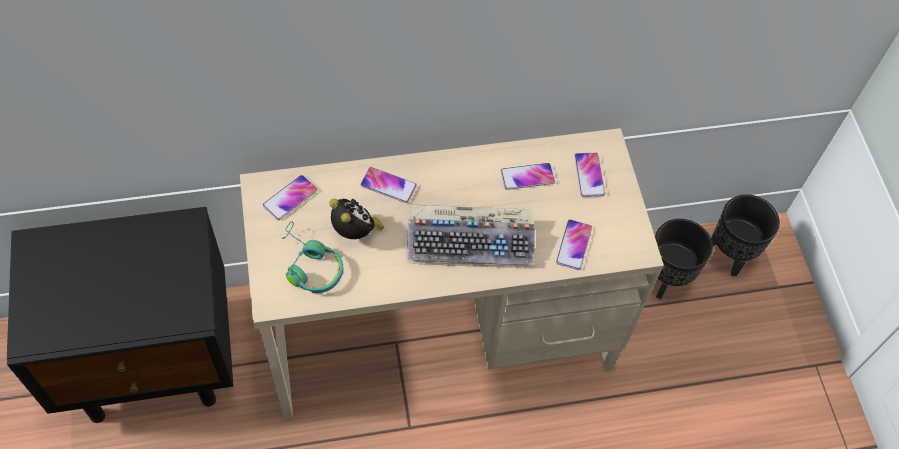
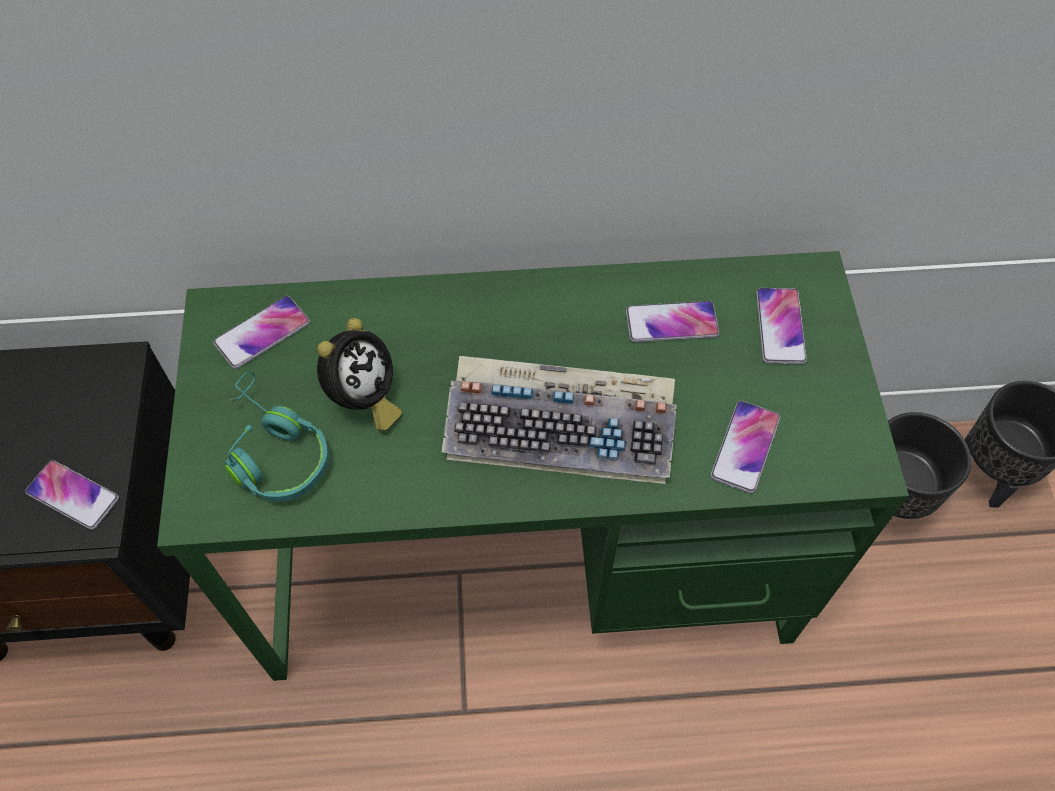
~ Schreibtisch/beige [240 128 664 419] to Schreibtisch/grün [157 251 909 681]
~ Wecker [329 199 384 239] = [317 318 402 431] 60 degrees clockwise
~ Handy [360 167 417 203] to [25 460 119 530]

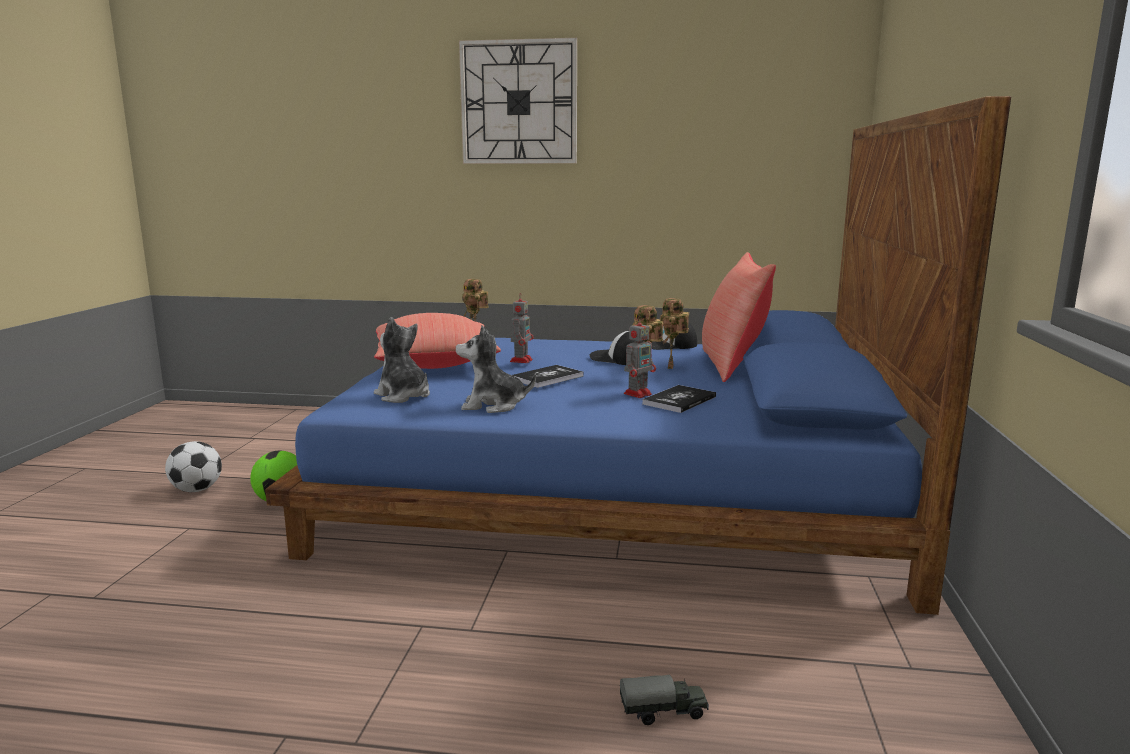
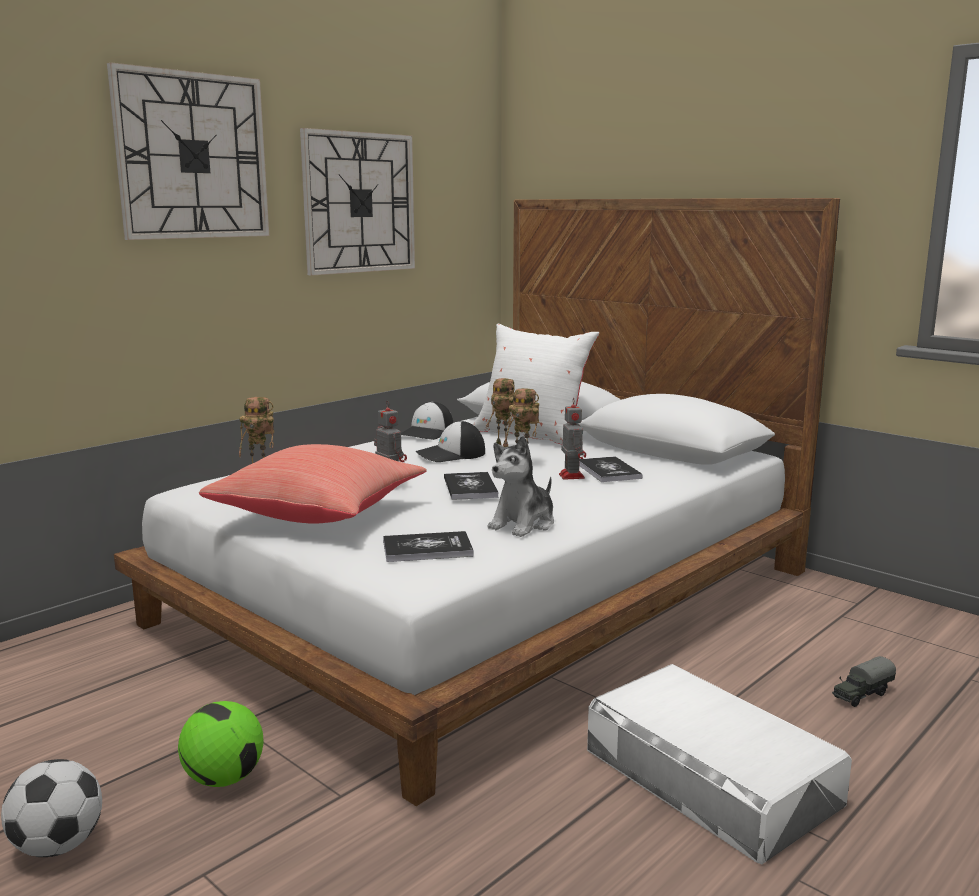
~ Bett/blau [265 96 1011 615] to Bett/weiß [114 198 840 806]
~ Plüschtier [374 317 430 403] to Buch [383 531 474 562]
~ Spielzeuglaster [619 675 709 725] = [832 656 896 707] 150 degrees counterclockwise
~ Kissen/rot [702 252 776 382] to Kissen/weiß [472 323 599 445]
+ Wanduhr [300 128 415 276]
+ Aufbewahrungsbox/weiß [587 664 852 864]

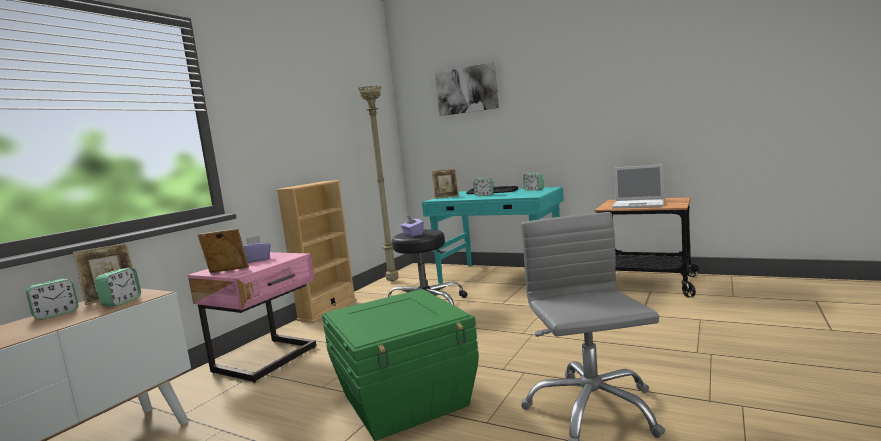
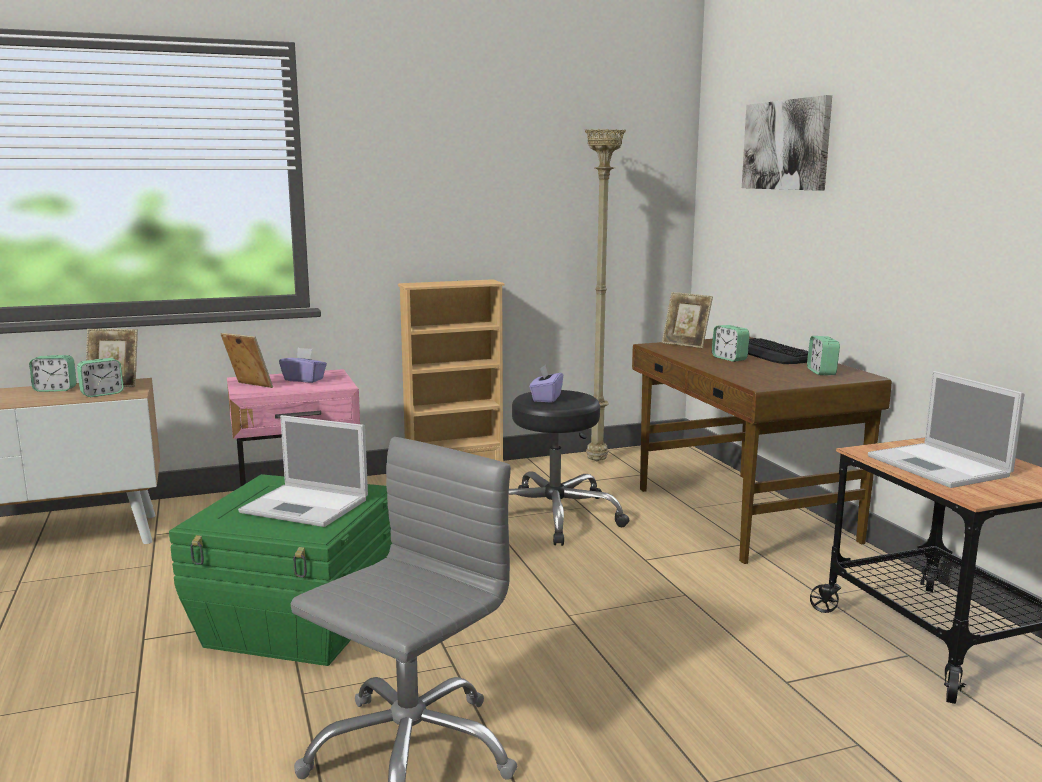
~ Schreibtisch/türkis [422 187 564 284] to Schreibtisch/braun [632 337 892 564]
+ Laptop [238 415 368 527]

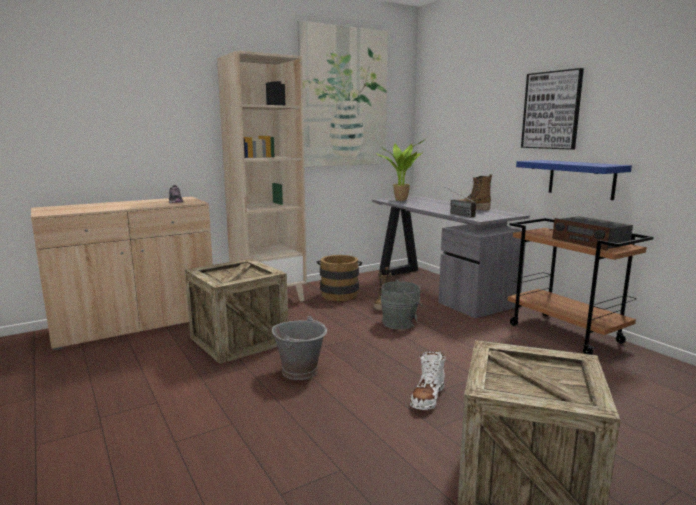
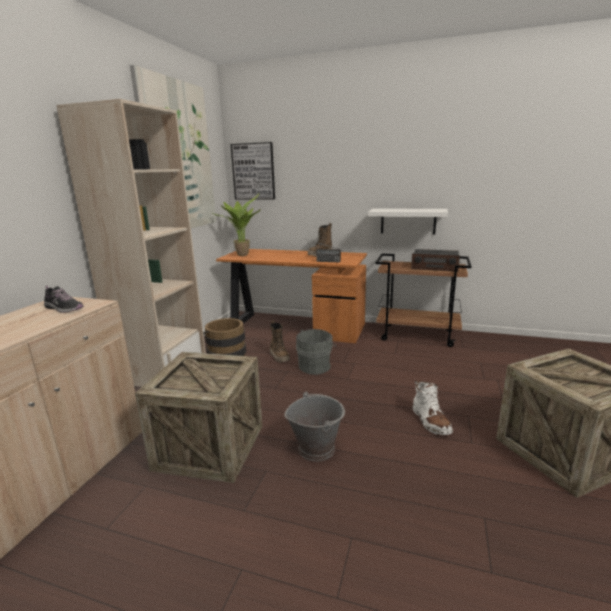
~ Schreibtisch/grau [372 196 530 319] to Schreibtisch/orange [216 249 367 343]
~ Wandregal/blau [516 160 632 200] to Wandregal/weiß [368 209 448 235]
~ Bild [521 68 584 150] to [231 142 275 200]

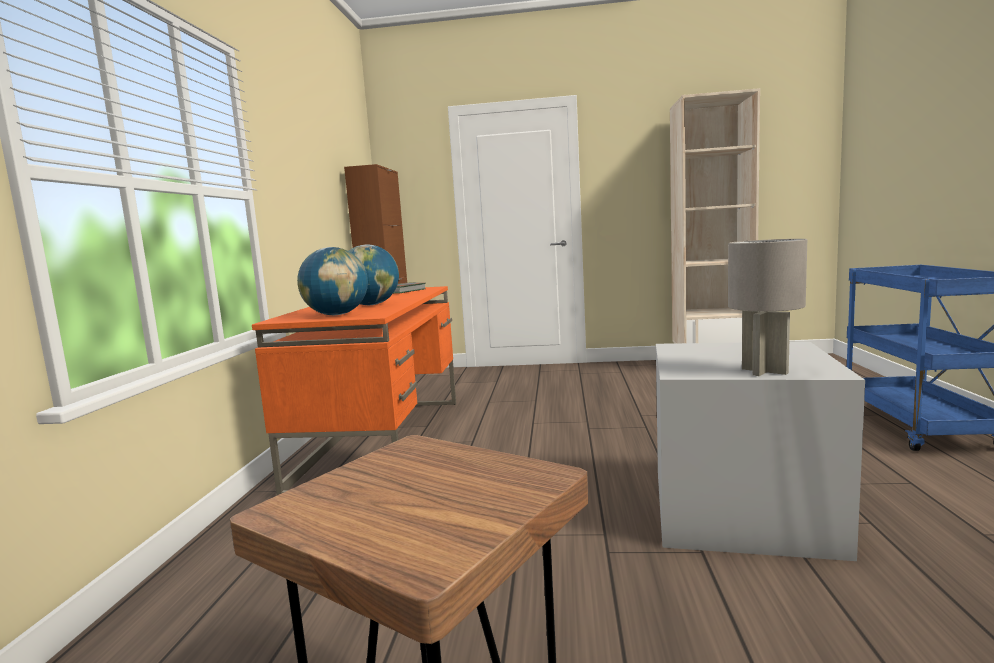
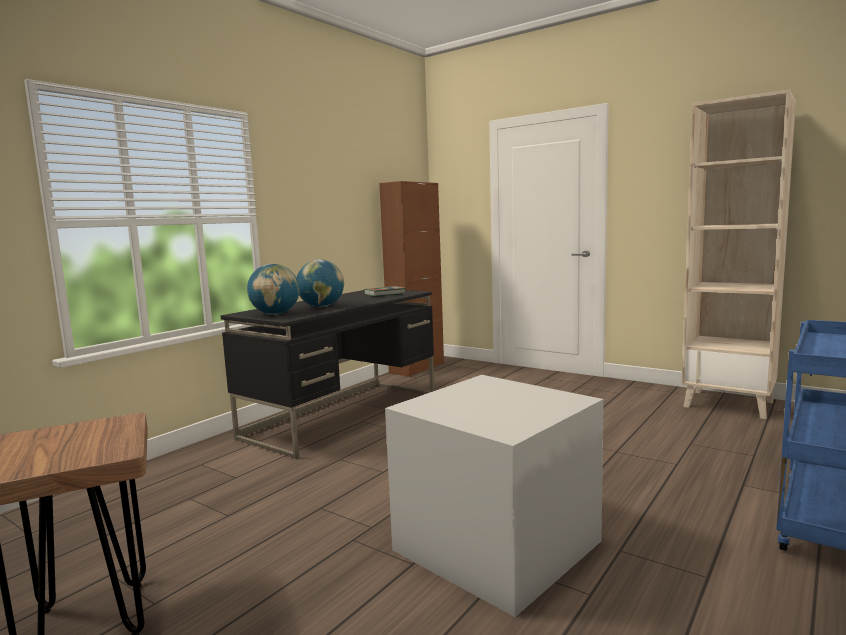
~ Schreibtisch/orange [252 286 456 495] to Schreibtisch/schwarz [220 290 434 459]
- Tischlampe/grau [728 239 807 376]

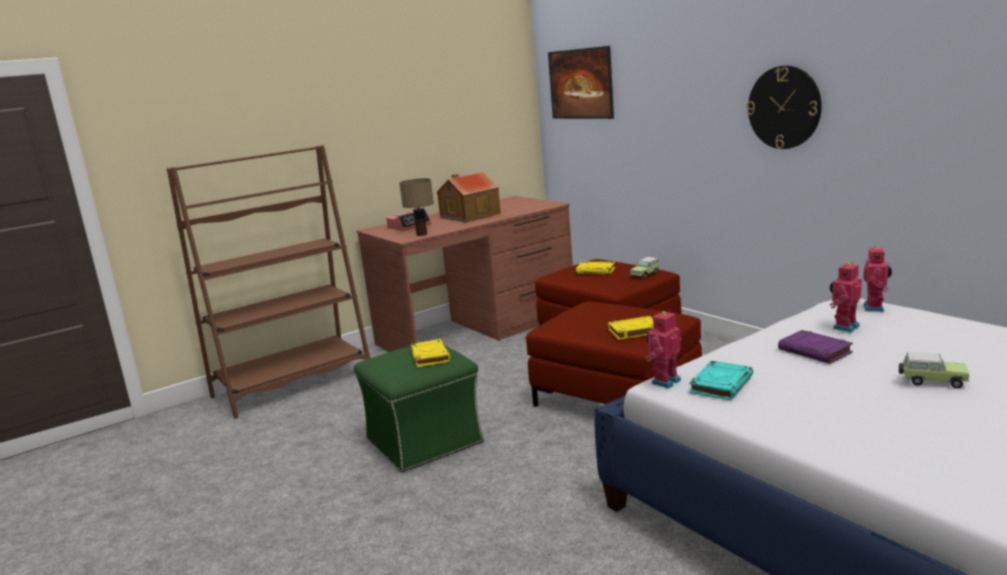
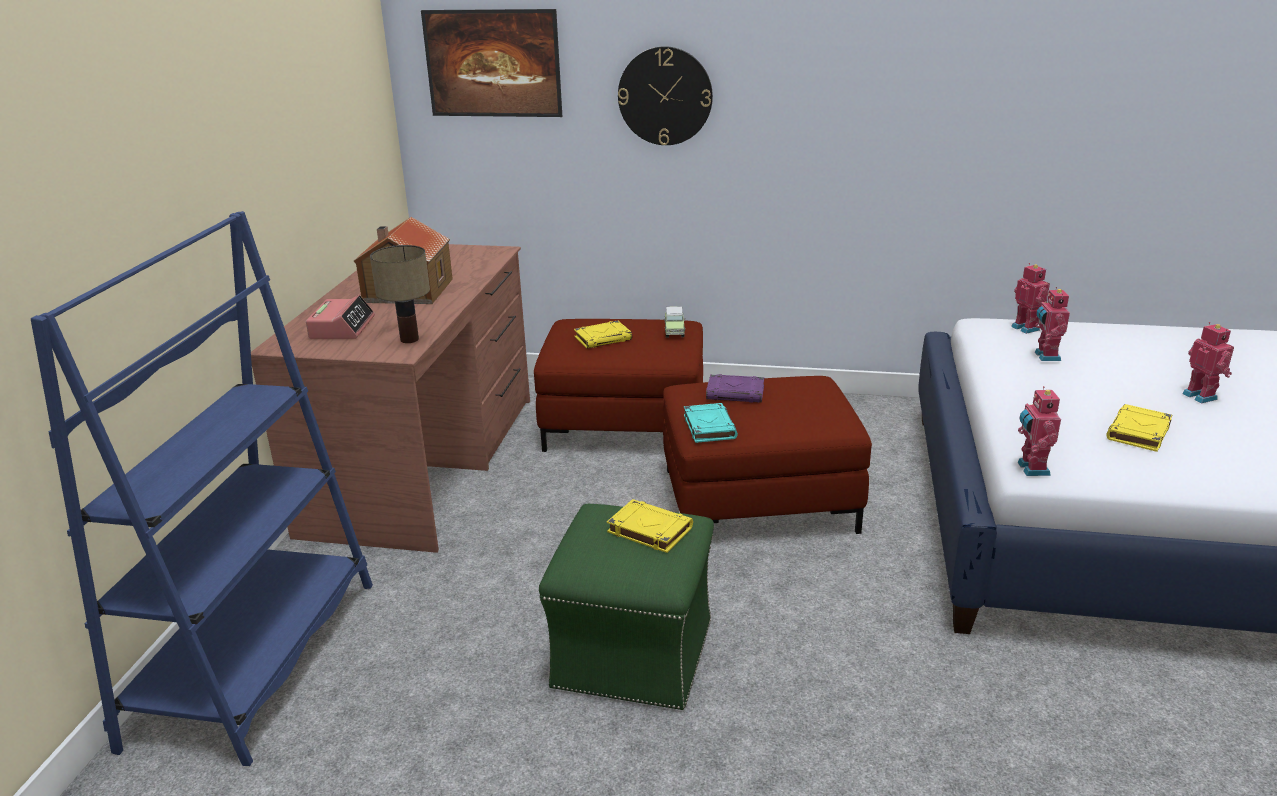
~ Bücherregal/braun [167 145 371 419] to Bücherregal/blau [31 211 373 766]
~ Buch/gelb [608 316 654 340] to [1107 404 1172 452]
~ Buch/türkis [689 361 753 400] to [684 403 738 443]
~ Wanduhr [747 66 822 149] to [618 46 713 145]
~ Buch/lila [778 330 853 364] to [706 374 764 403]
~ Spielzeugauto [899 352 969 389] to Spielzeugroboter [1182 322 1234 404]

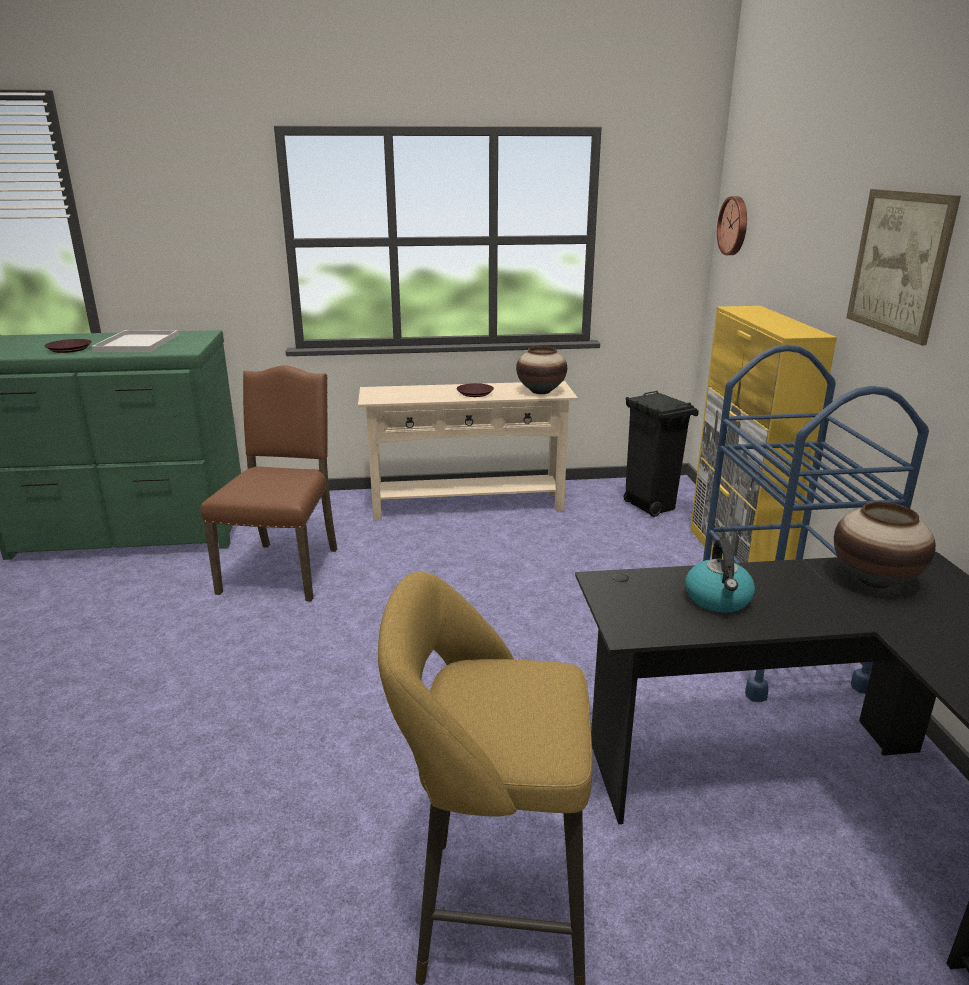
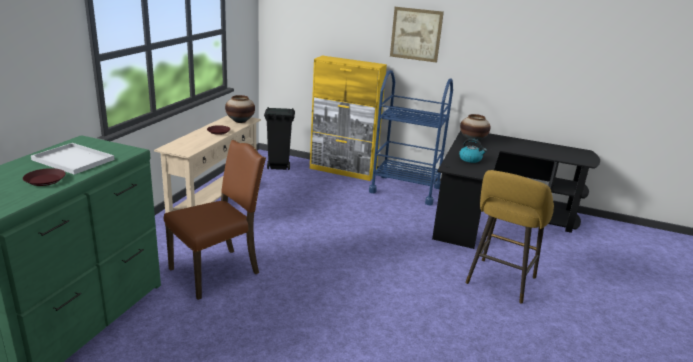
~ Stuhl/braun [201 365 337 602] = [164 140 266 300] 105 degrees clockwise
- Wanduhr [717 196 747 255]

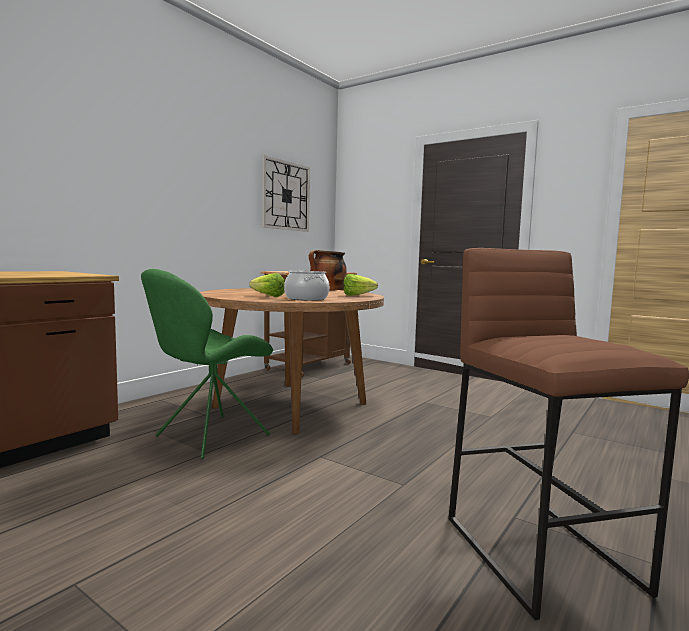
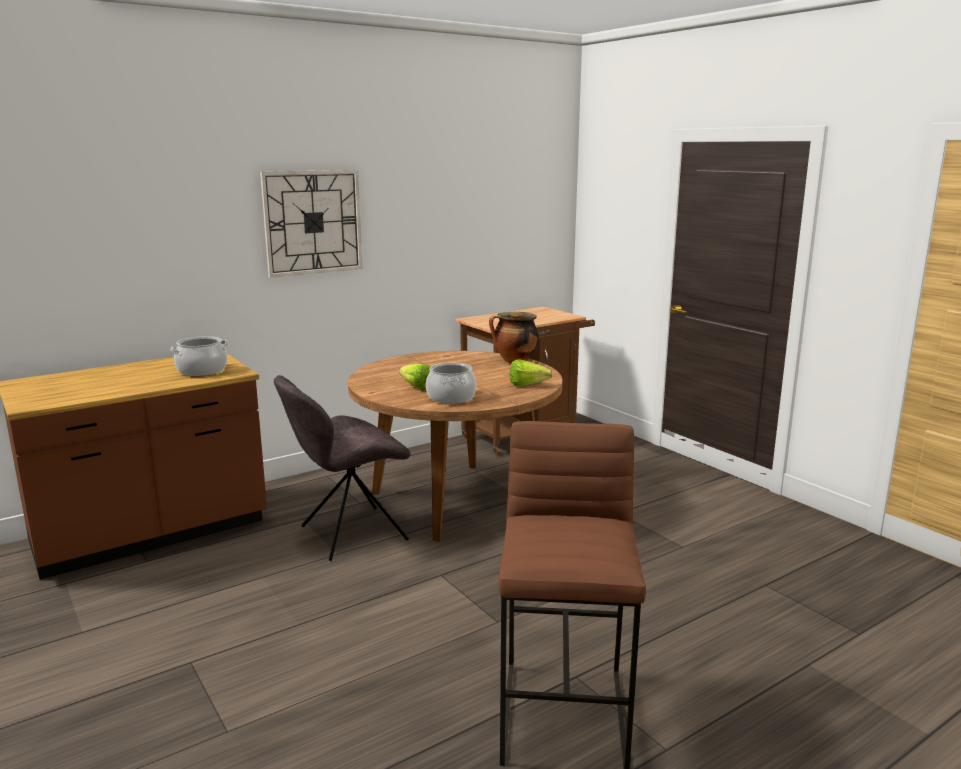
~ Stuhl/grün [141 269 273 459] to Stuhl/grau [274 375 411 561]
~ Wanduhr [262 155 310 232] to [260 170 362 277]
+ Kochtopf [170 336 229 376]

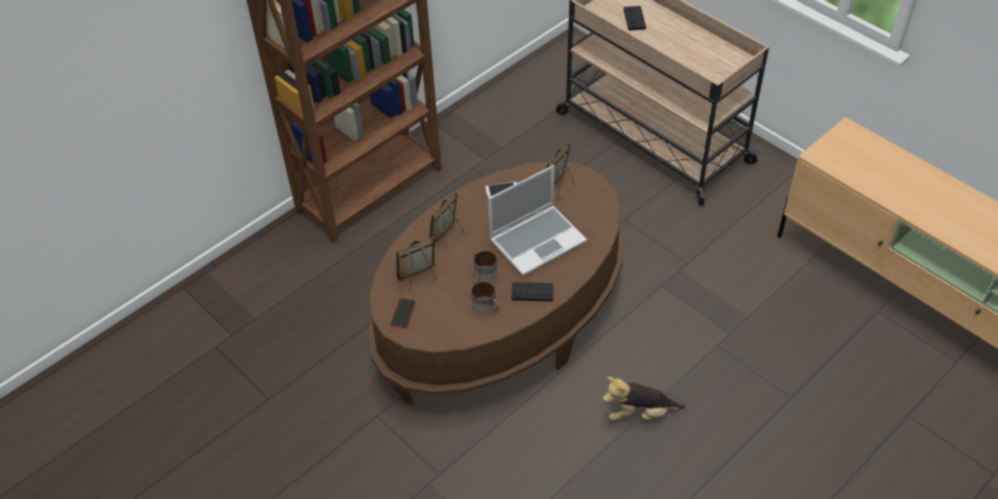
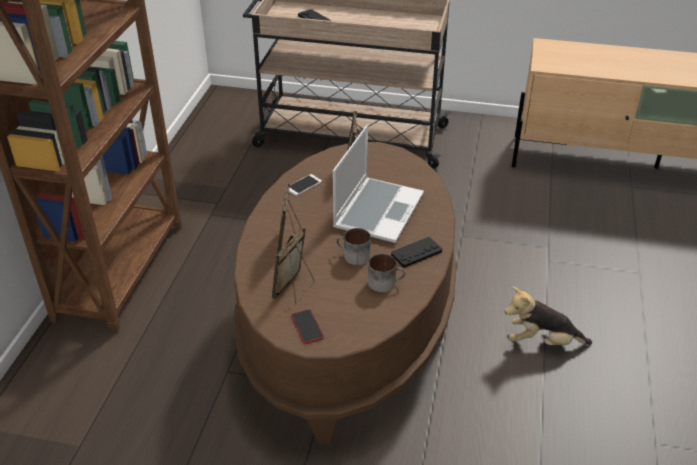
~ Plüschtier [603 377 685 421] = [505 287 592 346] 45 degrees clockwise

